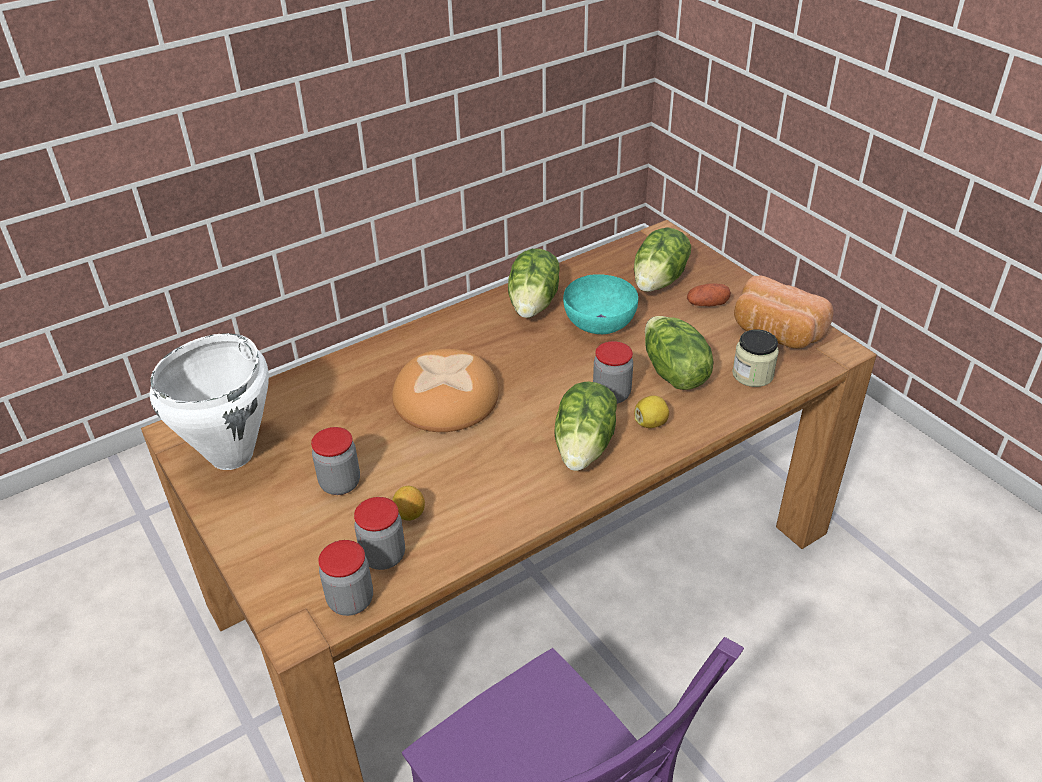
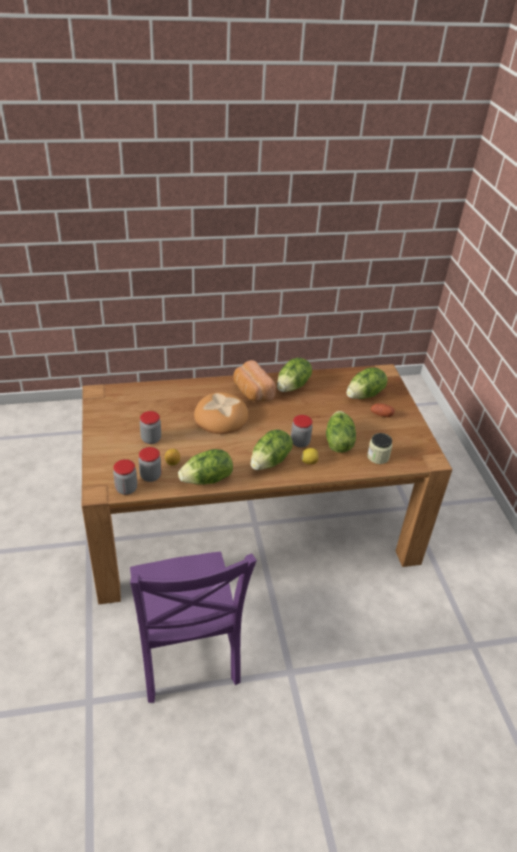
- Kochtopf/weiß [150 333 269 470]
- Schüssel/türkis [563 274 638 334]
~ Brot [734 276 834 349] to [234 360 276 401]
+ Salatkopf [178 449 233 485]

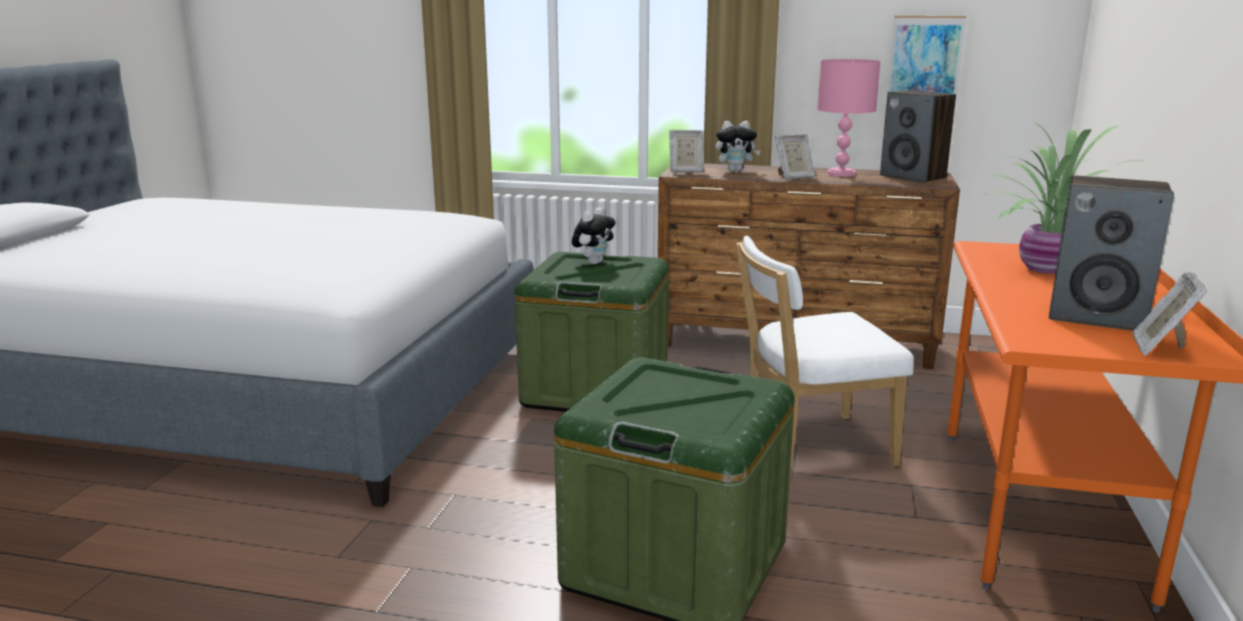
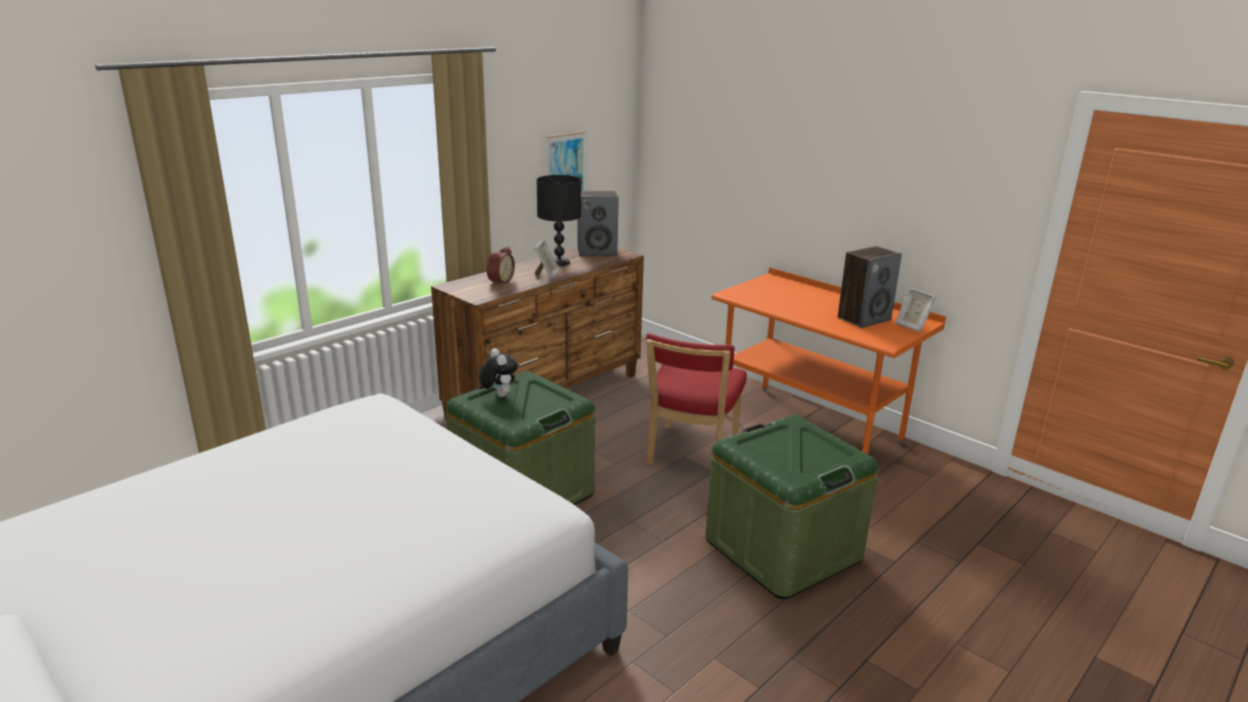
- Bilderrahmen [669 130 704 173]
~ Plüschtier [715 121 761 172] to Wecker [486 246 515 286]
~ Stuhl/weiß [736 236 913 476] to Stuhl/rot [646 333 747 464]
~ Tischlampe/rosa [817 59 881 177] to Tischlampe/schwarz [537 175 581 266]
- Topfpflanze [982 122 1145 274]

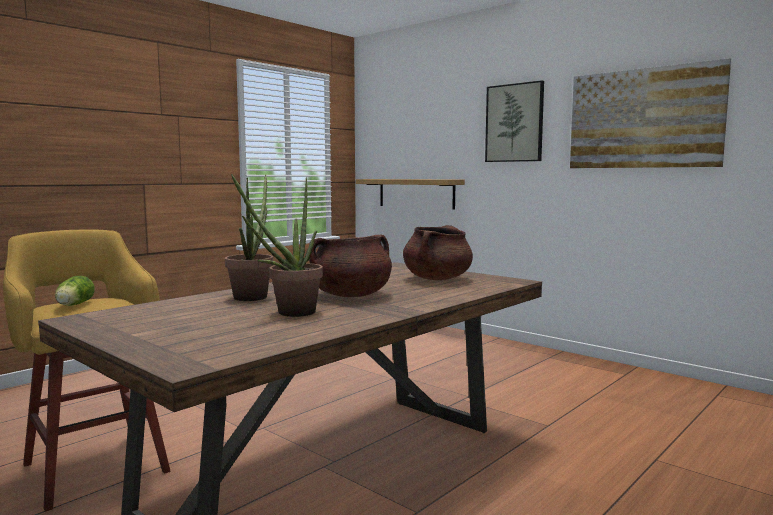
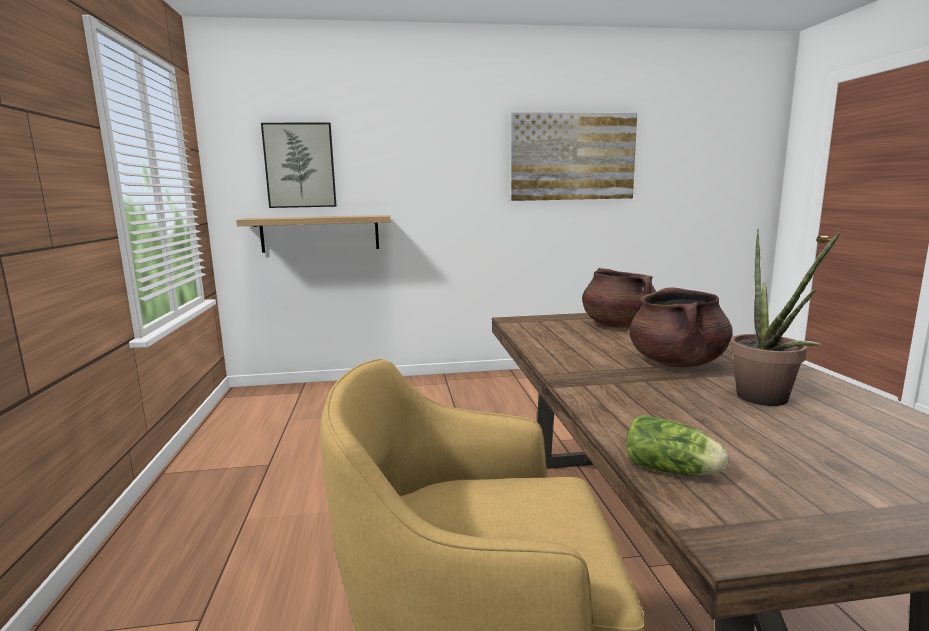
~ Salatkopf [55 276 95 306] to [626 415 728 476]
- Topfpflanze [225 174 273 301]
~ Bild [485 80 544 162] to [261 123 336 208]

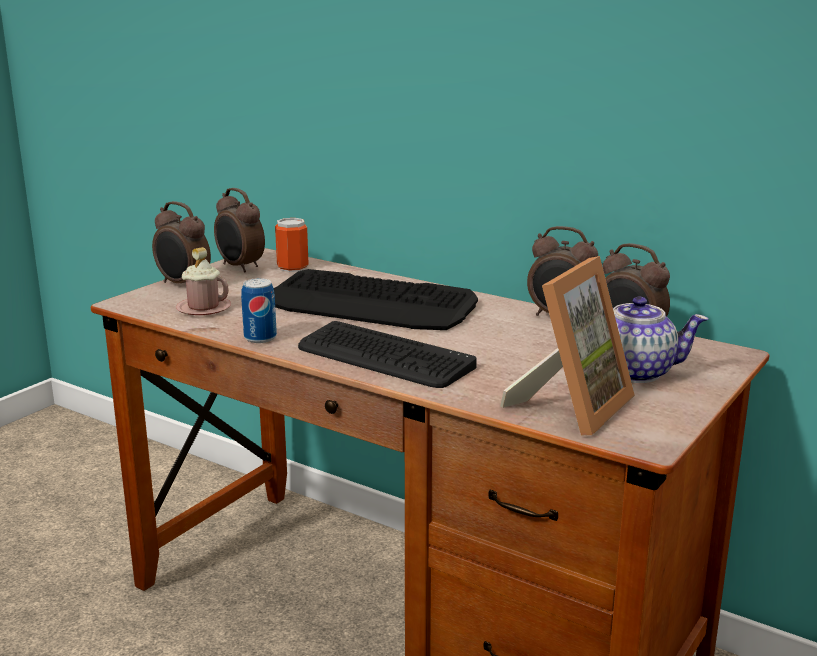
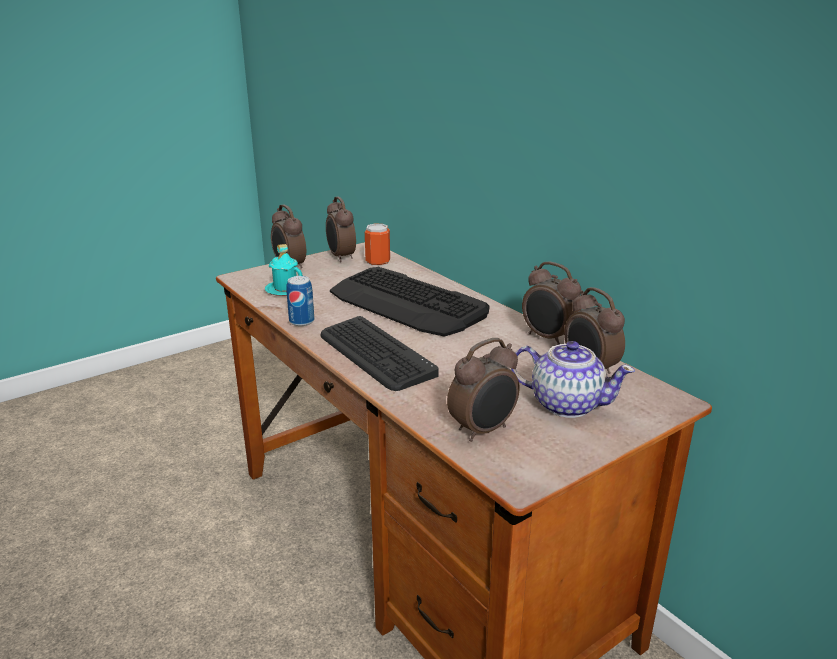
~ Henkelbecher/rosa [176 247 231 315] to Henkelbecher/türkis [265 244 303 296]
~ Bilderrahmen [500 256 635 436] to Wecker [447 338 520 442]

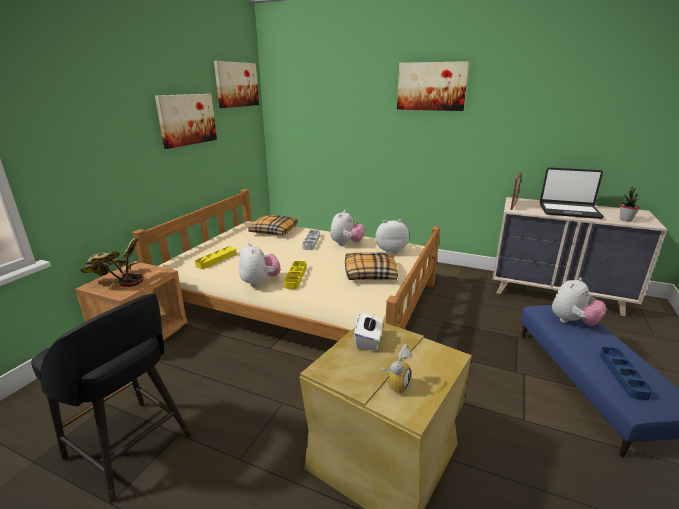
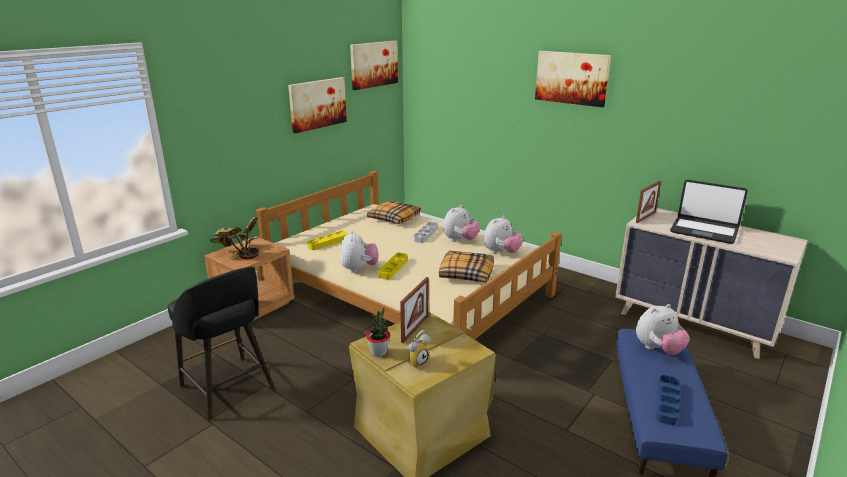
~ Taschentuchbox/weiß [354 312 383 351] to Bilderrahmen [400 277 429 343]
~ Plüschtier [376 219 409 254] = [484 215 523 254] 120 degrees clockwise
~ Topfpflanze [620 186 640 221] to [366 308 390 357]

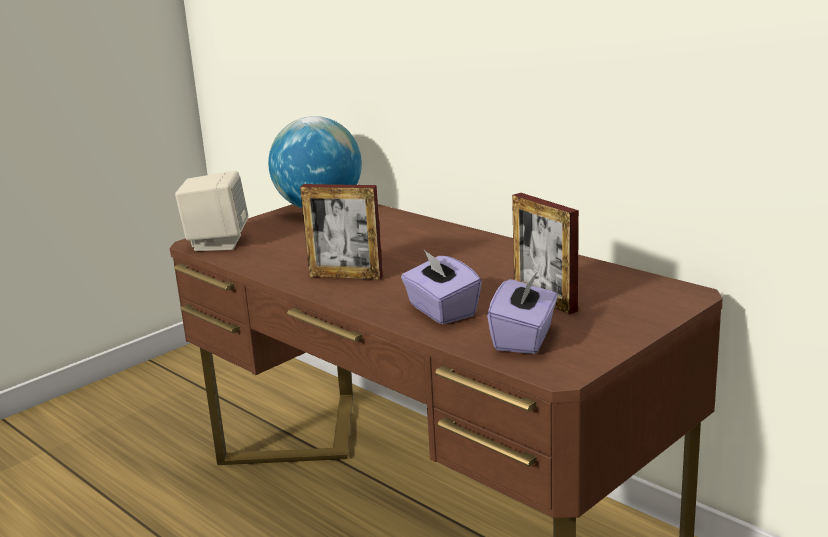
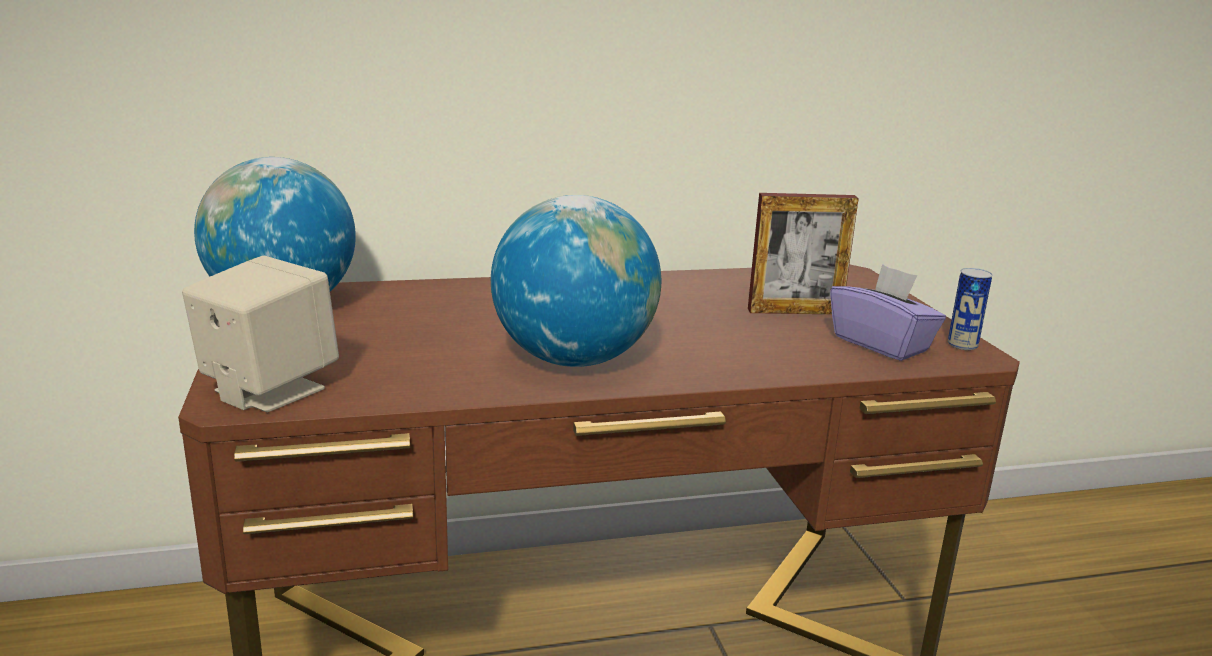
~ Bilderrahmen [300 184 383 280] to Globus [491 195 661 367]
- Taschentuchbox/lila [401 250 482 324]
+ Dose [948 268 993 350]

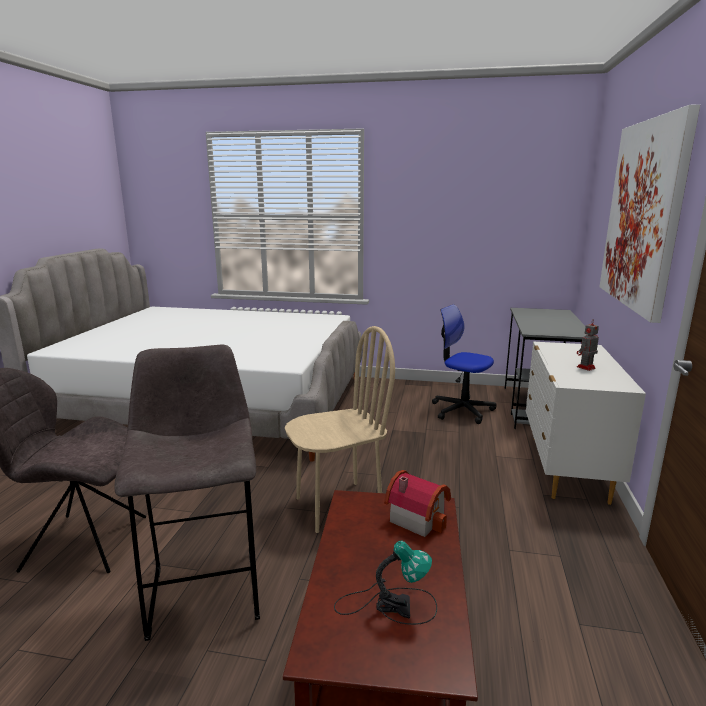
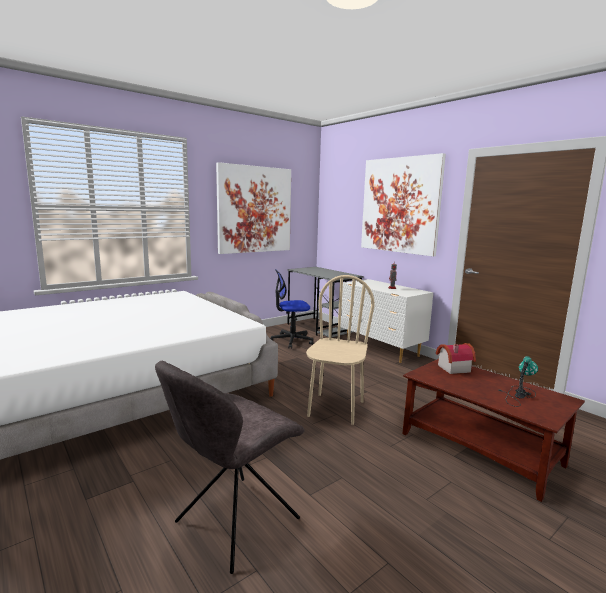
- Hocker/grau [114 345 260 641]
+ Bild [216 162 291 254]

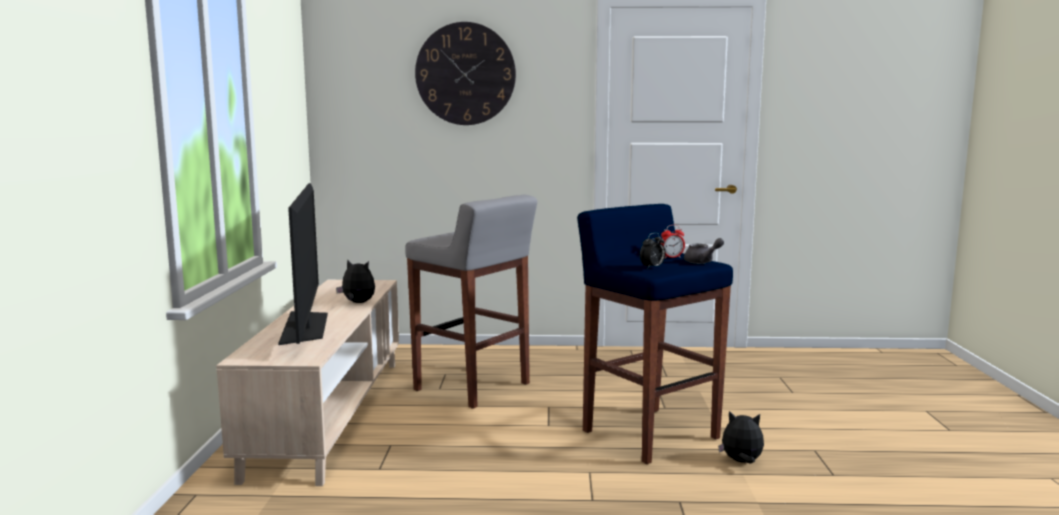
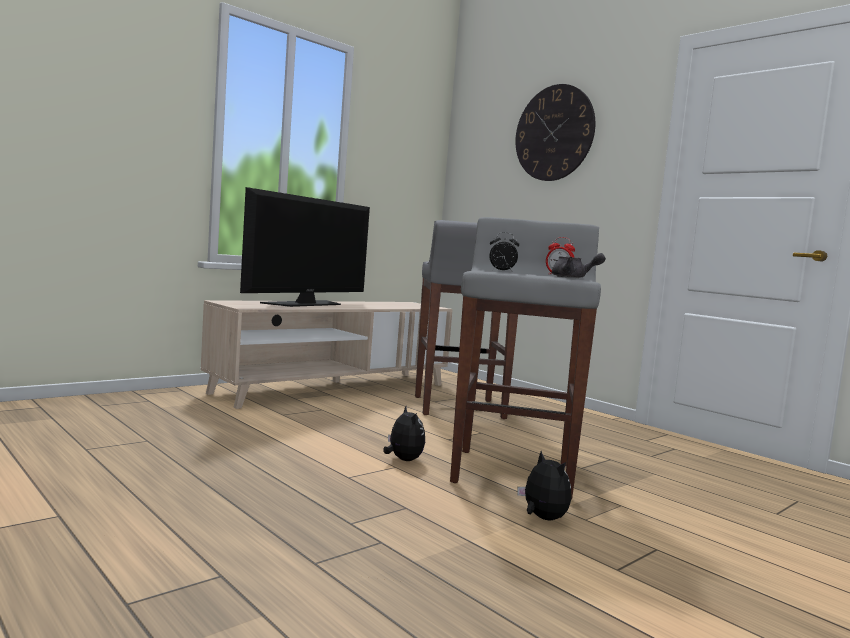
~ Plüschtier [336 259 375 303] to [383 406 425 461]
~ Hocker/blau [577 204 733 464] to Hocker/grau [450 217 601 498]

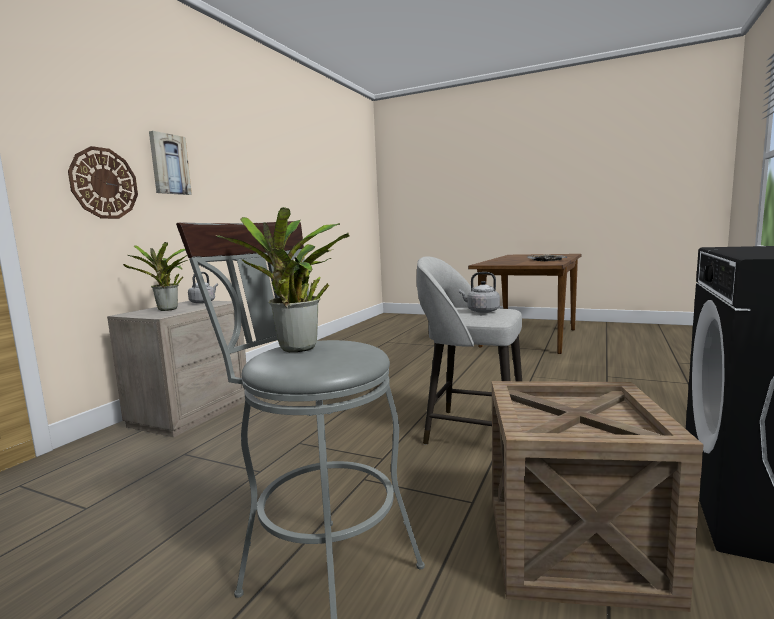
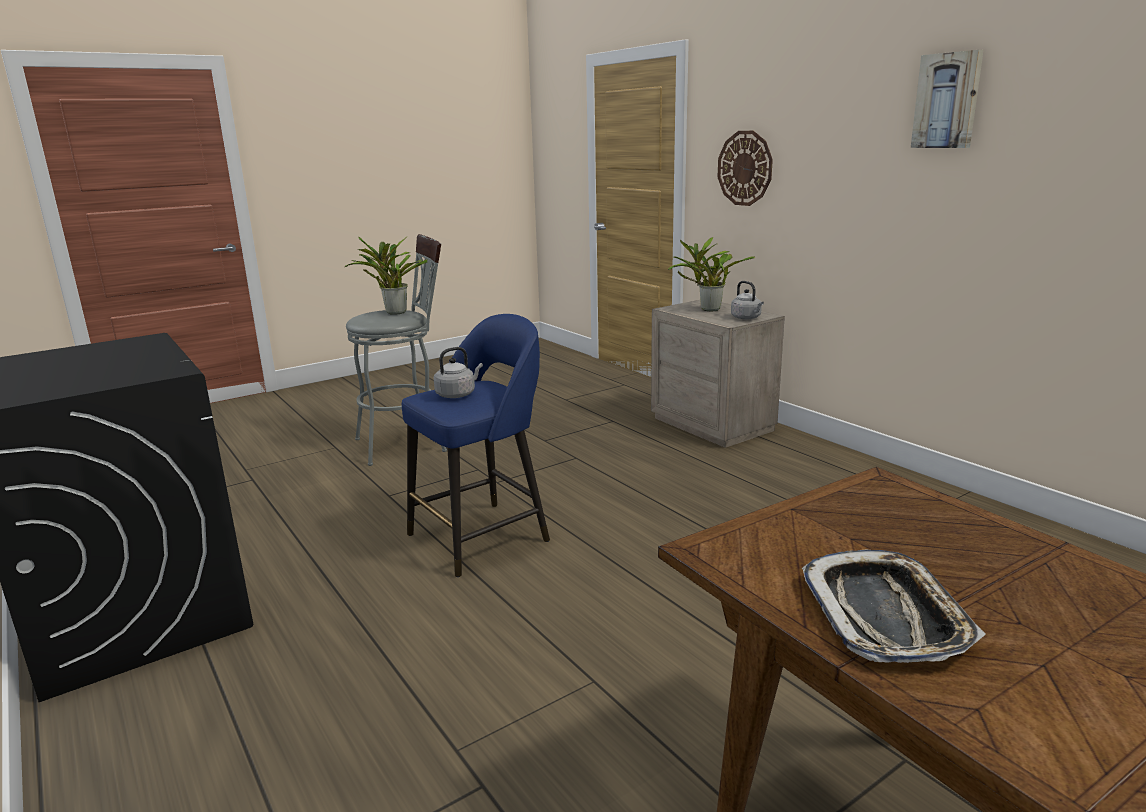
~ Bild [149 131 192 195] to [911 50 984 148]
~ Hocker/grau [417 256 522 445] to Hocker/blau [402 314 550 577]
- Kiste [492 381 703 612]

